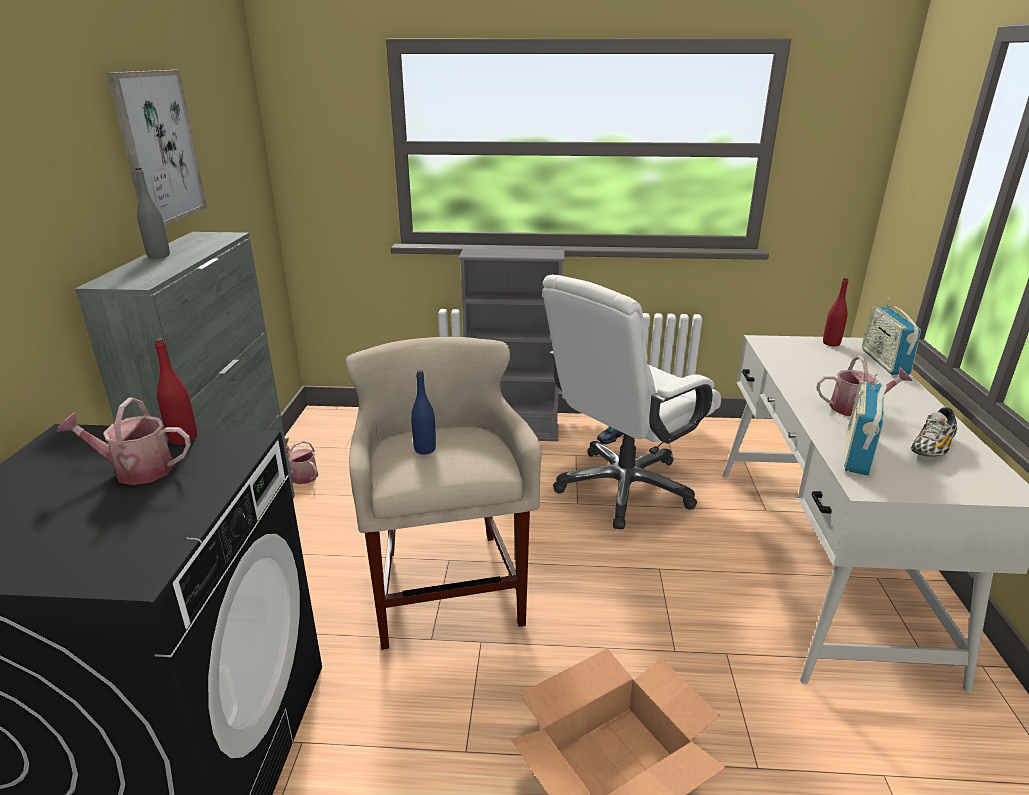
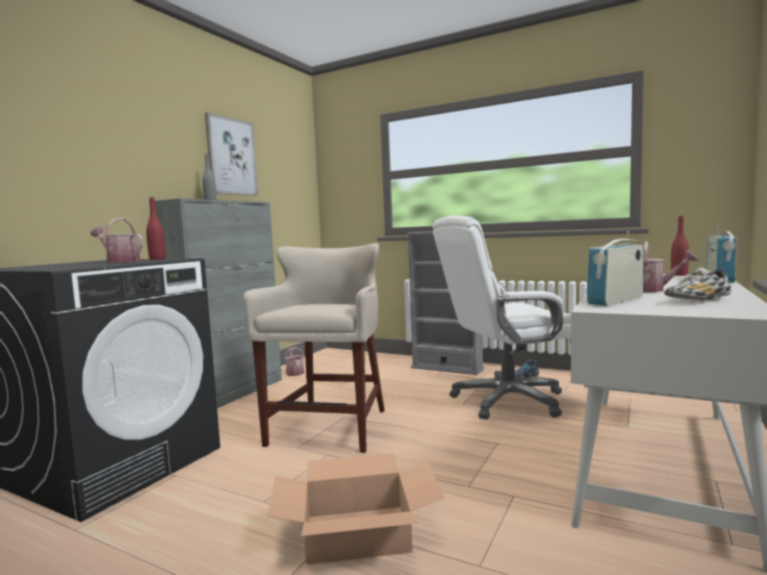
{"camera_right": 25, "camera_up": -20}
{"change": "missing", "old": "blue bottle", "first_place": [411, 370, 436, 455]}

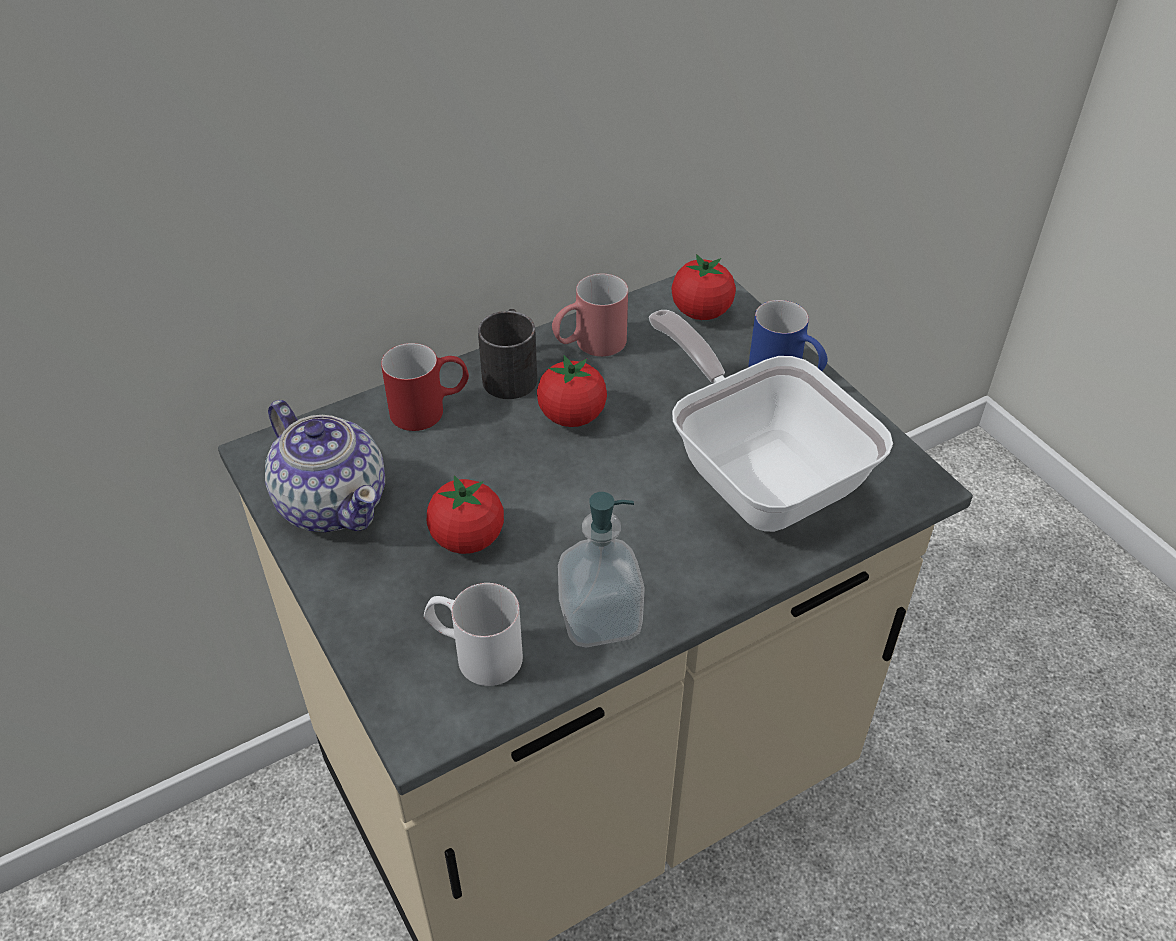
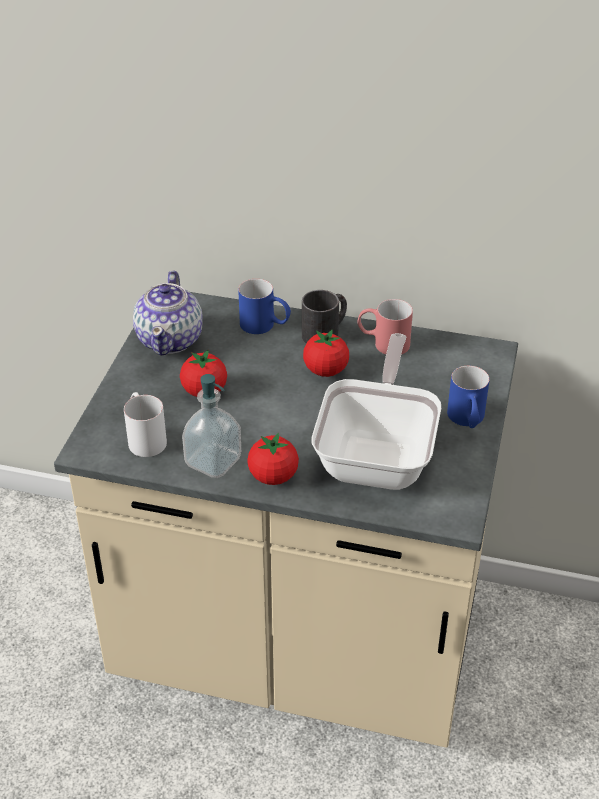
{"camera_right": 45, "camera_up": -5}
{"change": "relocated", "old": "tomato", "first_place": [672, 254, 736, 320], "second_place": [247, 433, 299, 485]}
{"change": "colour", "old": "red mug", "new": "blue mug", "first_place": [381, 343, 469, 431], "second_place": [238, 279, 291, 334]}

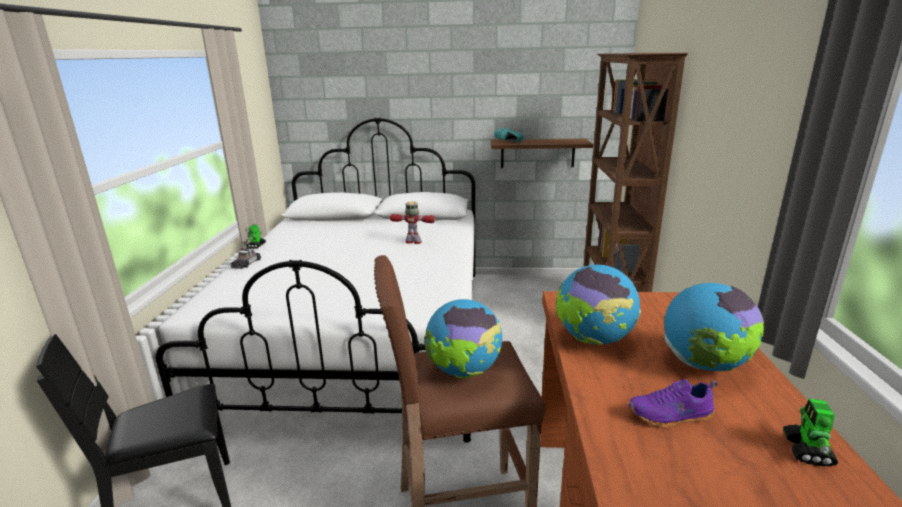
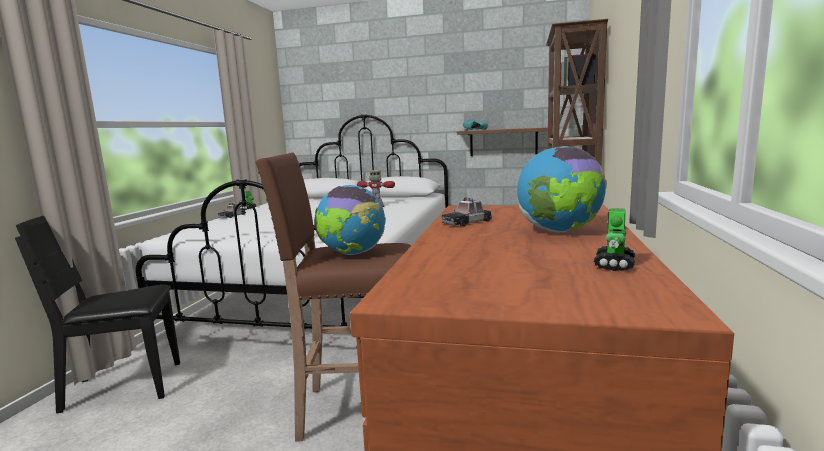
{"camera_right": 10, "camera_up": -10}
{"change": "exchanged", "old": "globe", "new": "toy car", "first_place": [556, 265, 641, 345], "second_place": [441, 198, 492, 226]}
{"change": "missing", "old": "purple shoe", "first_place": [629, 379, 717, 428]}

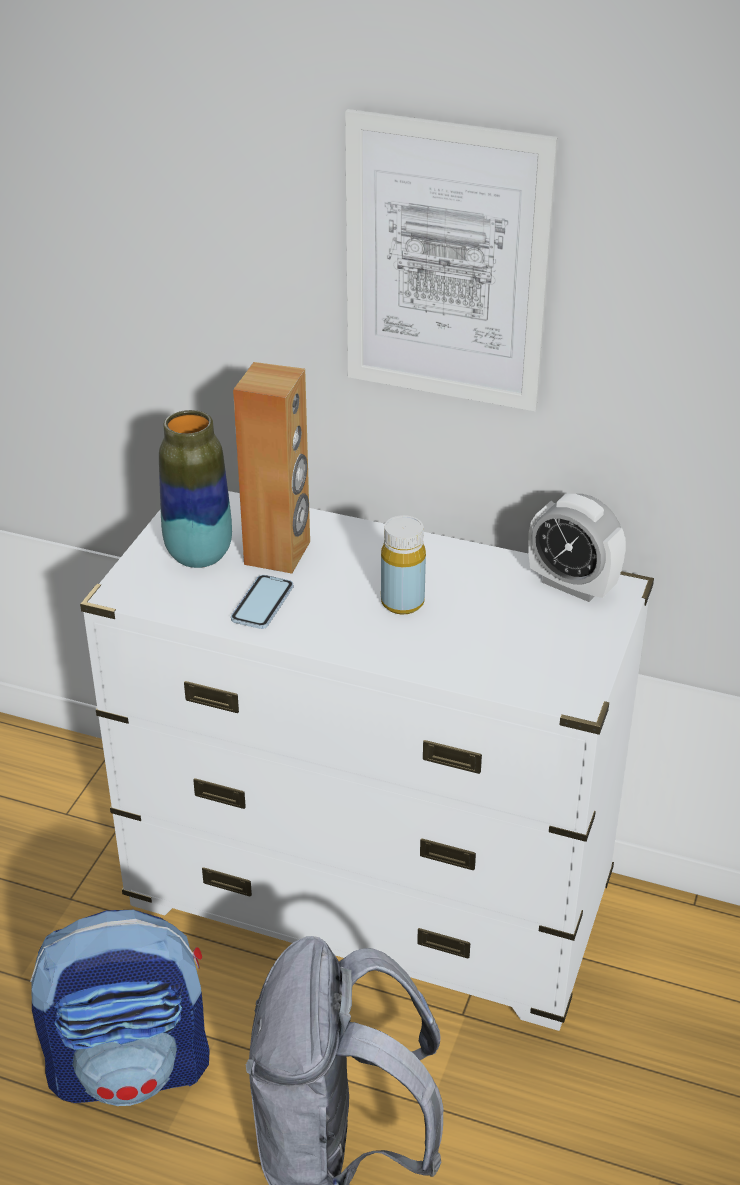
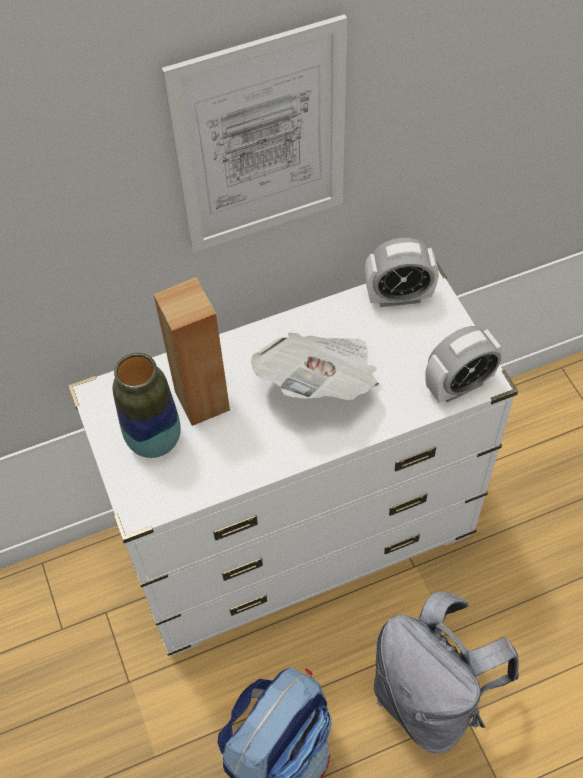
{"camera_right": -40, "camera_up": 20}
{"change": "exchanged", "old": "yellow bottle", "new": "newspaper", "first_place": [381, 515, 426, 614], "second_place": [251, 332, 379, 400]}
{"change": "missing", "old": "phone", "first_place": [231, 575, 293, 629]}
{"change": "appeared", "new": "alarm clock", "second_place": [425, 326, 503, 403]}

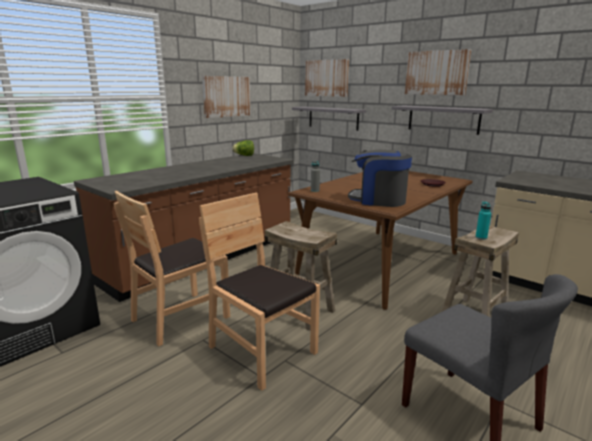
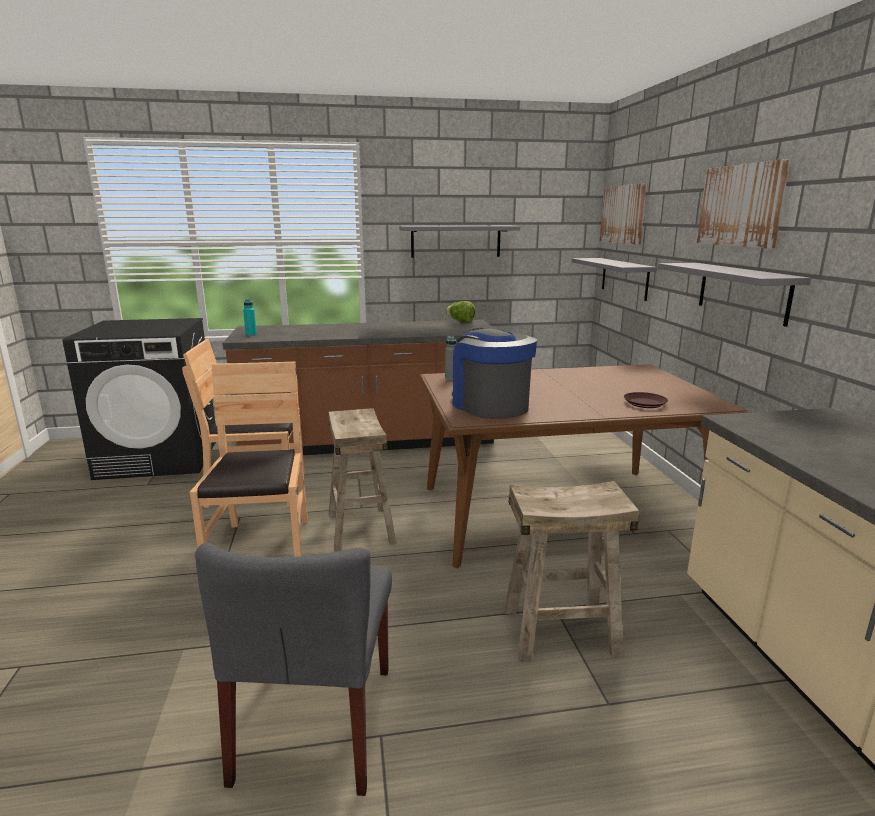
{"camera_right": 40, "camera_up": 0}
{"change": "exchanged", "old": "picture", "new": "grey shelf", "first_place": [202, 76, 251, 118], "second_place": [399, 226, 520, 258]}
{"change": "relocated", "old": "turquoise bottle", "first_place": [475, 201, 491, 240], "second_place": [243, 298, 257, 336]}

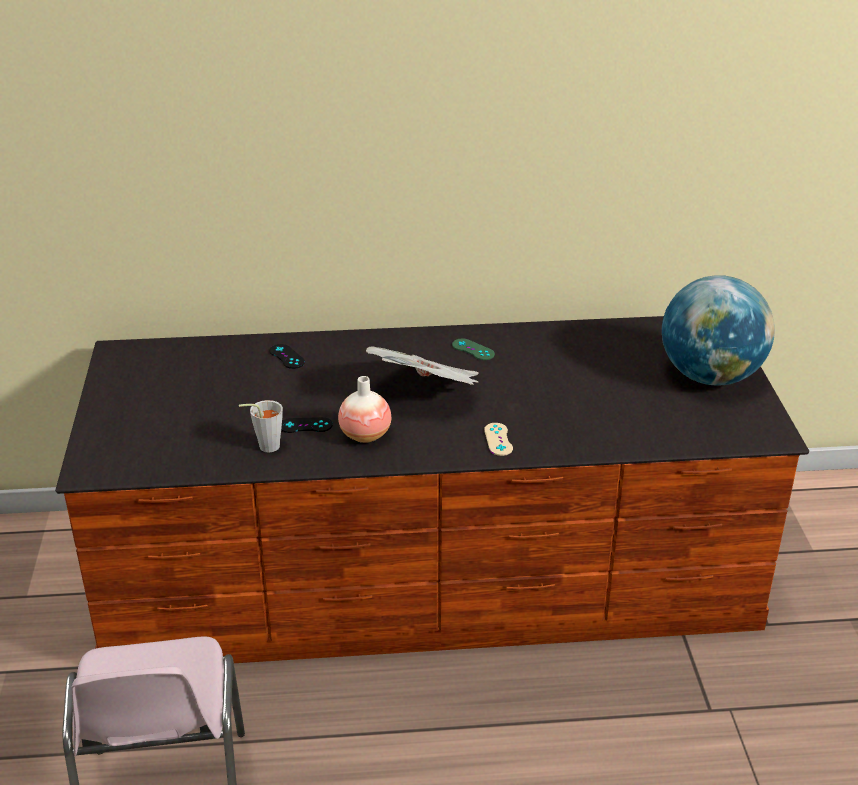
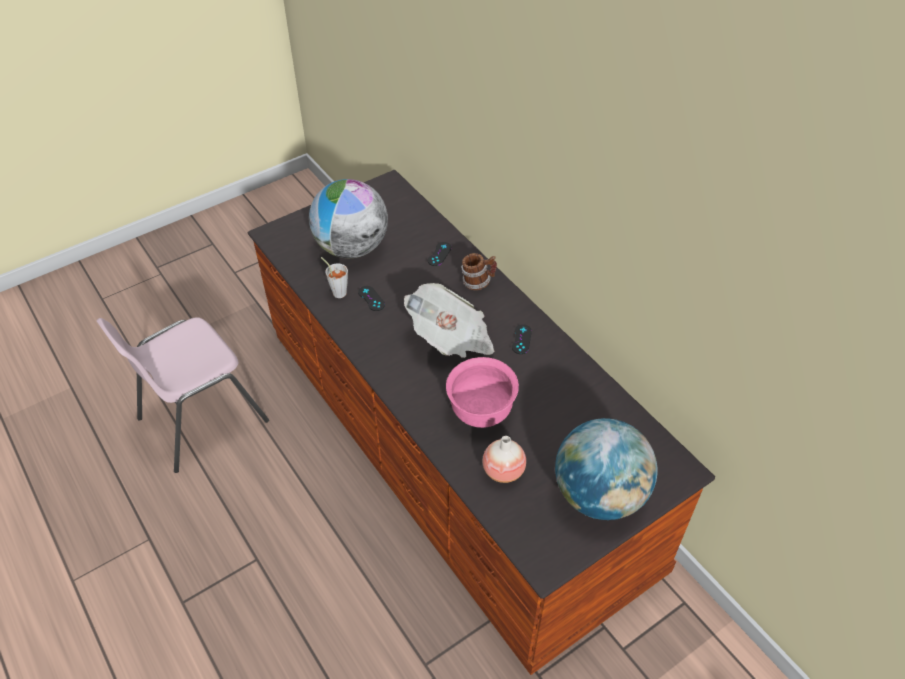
{"camera_right": 60, "camera_up": 15}
{"change": "colour", "old": "green game controller", "new": "black game controller", "first_place": [452, 339, 495, 360], "second_place": [512, 324, 532, 354]}
{"change": "relocated", "old": "vase", "first_place": [338, 376, 391, 443], "second_place": [483, 436, 526, 483]}
{"change": "missing", "old": "beige game controller", "first_place": [484, 423, 513, 456]}
{"change": "appeared", "new": "globe", "second_place": [309, 179, 388, 258]}
{"change": "appeared", "new": "mug", "second_place": [461, 253, 497, 290]}
{"change": "appeared", "new": "pink bowl", "second_place": [446, 357, 519, 428]}

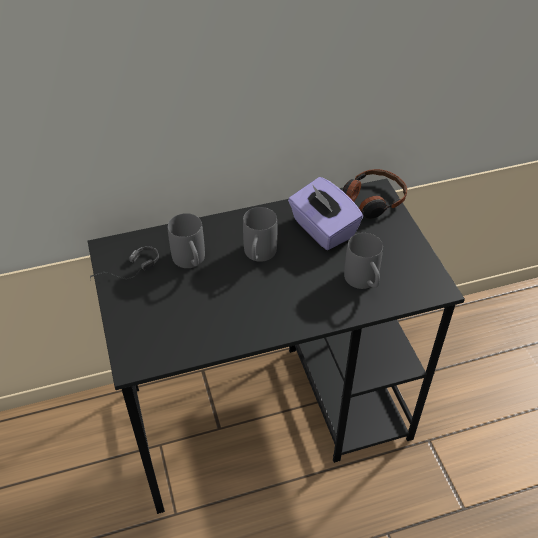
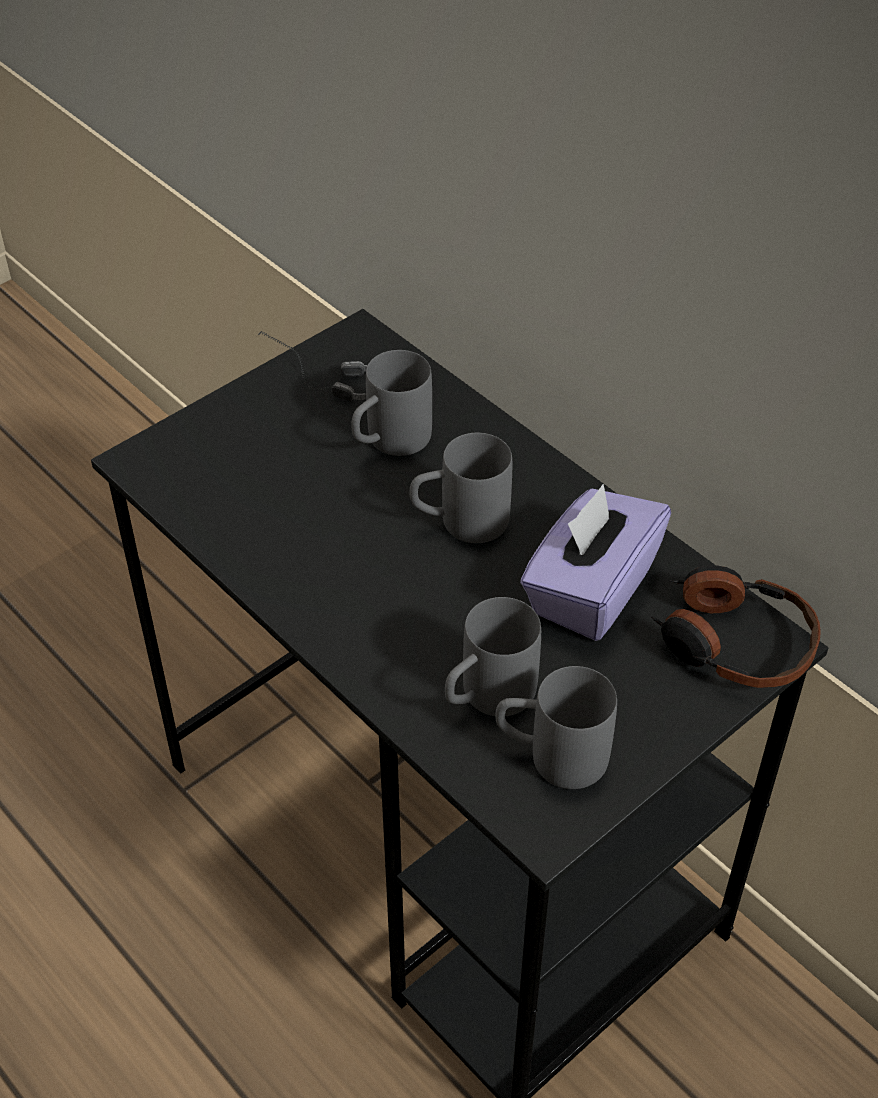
{"camera_right": 65, "camera_up": 0}
{"change": "appeared", "new": "grey mug", "second_place": [495, 666, 617, 789]}

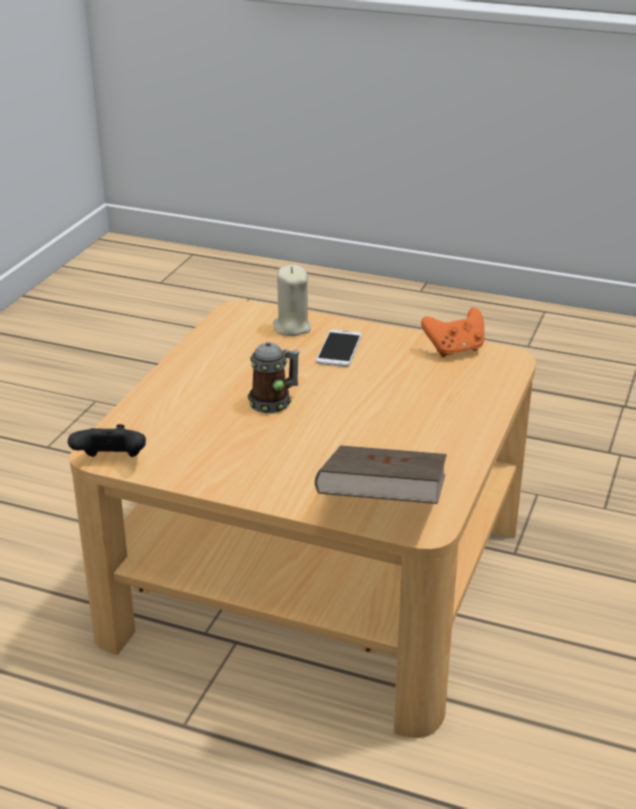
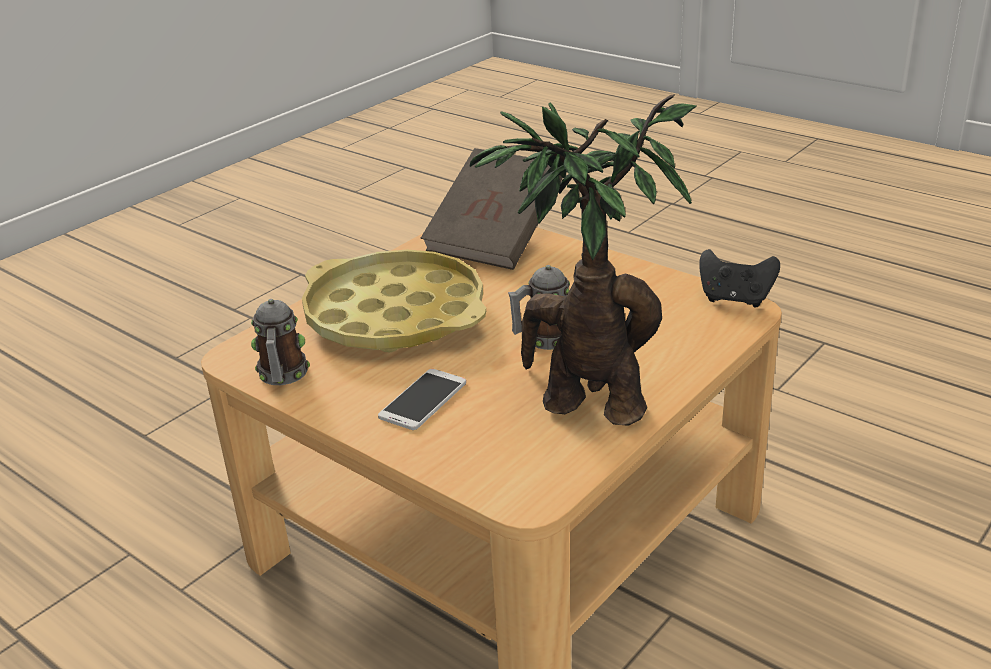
{"camera_right": -160, "camera_up": 0}
{"change": "missing", "old": "beige candle", "first_place": [273, 265, 311, 336]}
{"change": "exchanged", "old": "orange game controller", "new": "mug", "first_place": [421, 307, 484, 357], "second_place": [251, 299, 310, 385]}
{"change": "appeared", "new": "potted plant", "second_place": [470, 94, 697, 426]}
{"change": "appeared", "new": "yellow tray", "second_place": [302, 250, 486, 352]}

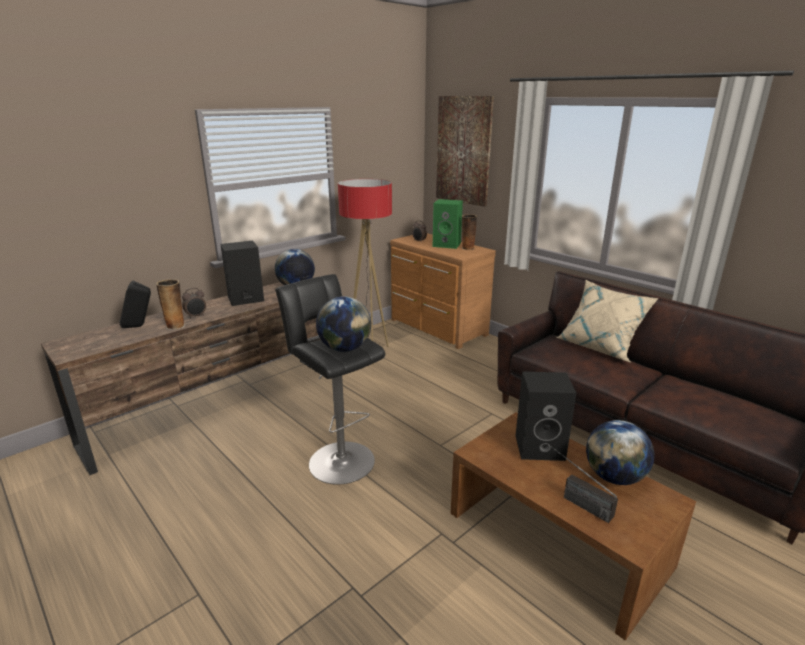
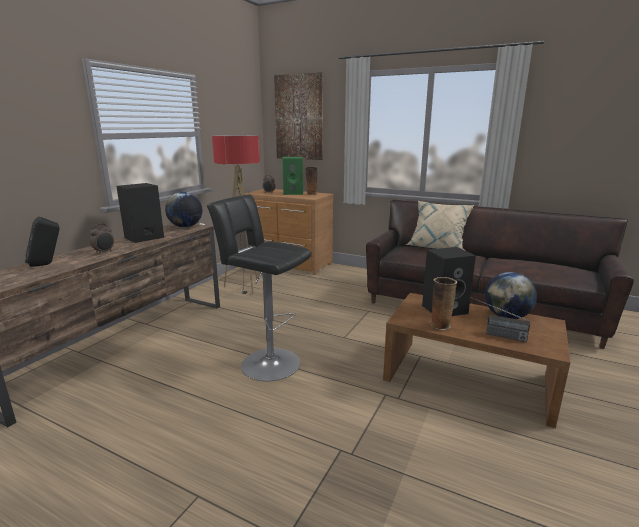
{"camera_right": -20, "camera_up": -5}
{"change": "relocated", "old": "vase", "first_place": [156, 279, 185, 330], "second_place": [431, 277, 457, 330]}
{"change": "missing", "old": "globe", "first_place": [316, 296, 371, 352]}

